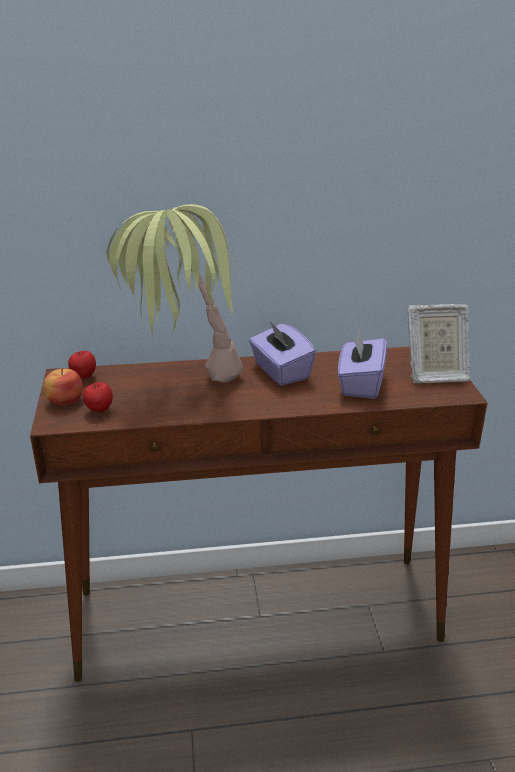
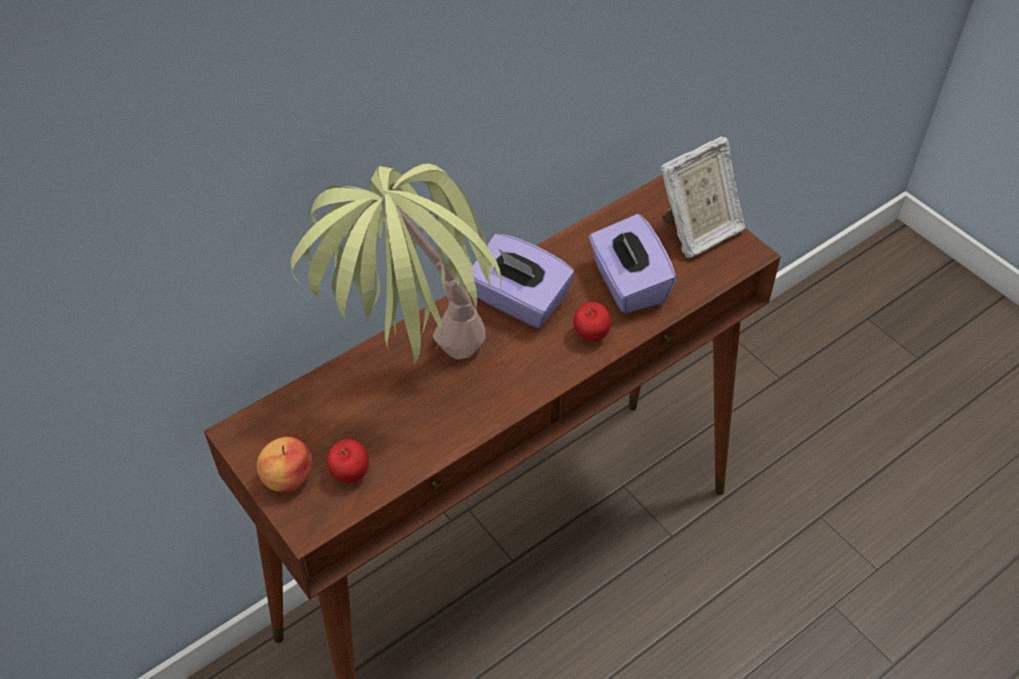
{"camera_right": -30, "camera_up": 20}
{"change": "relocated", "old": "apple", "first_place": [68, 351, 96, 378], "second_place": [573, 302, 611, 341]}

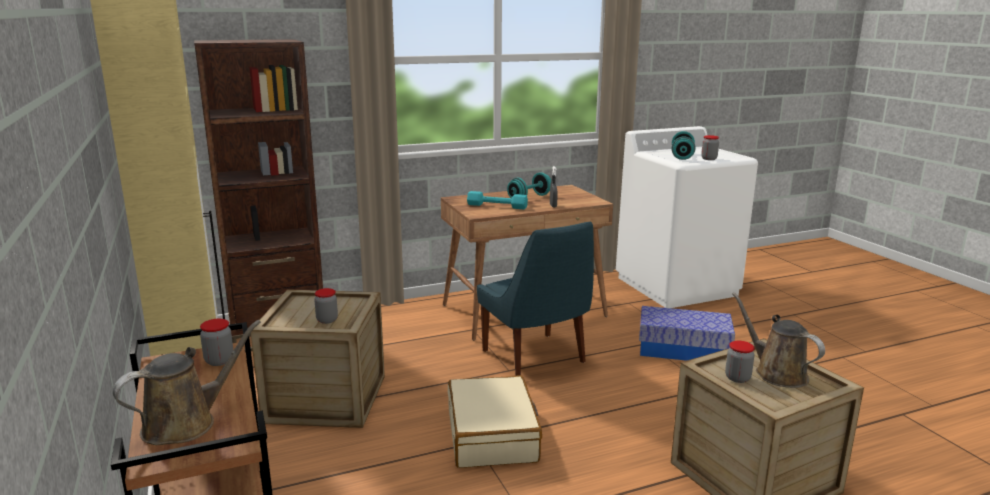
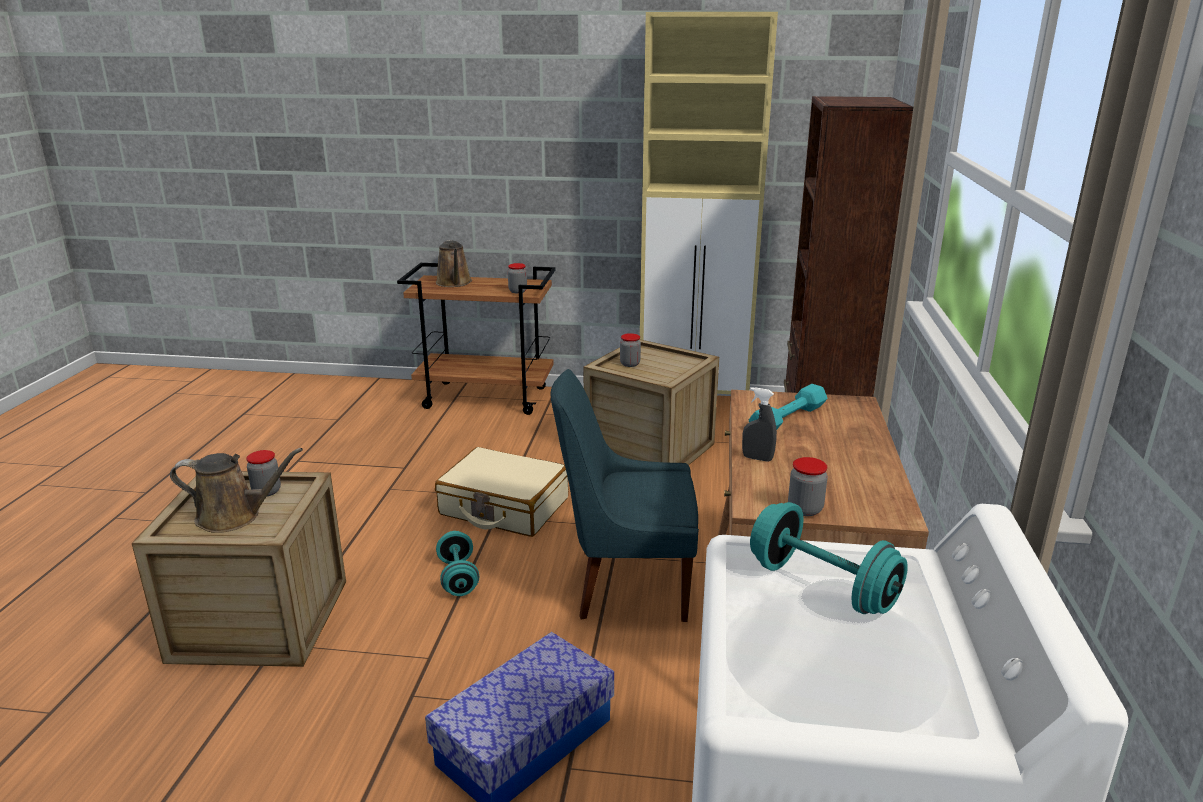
{"camera_right": 120, "camera_up": 5}
{"change": "relocated", "old": "jar", "first_place": [701, 135, 719, 160], "second_place": [788, 457, 828, 516]}
{"change": "relocated", "old": "turquoise dumbbell", "first_place": [507, 172, 551, 198], "second_place": [436, 531, 479, 596]}

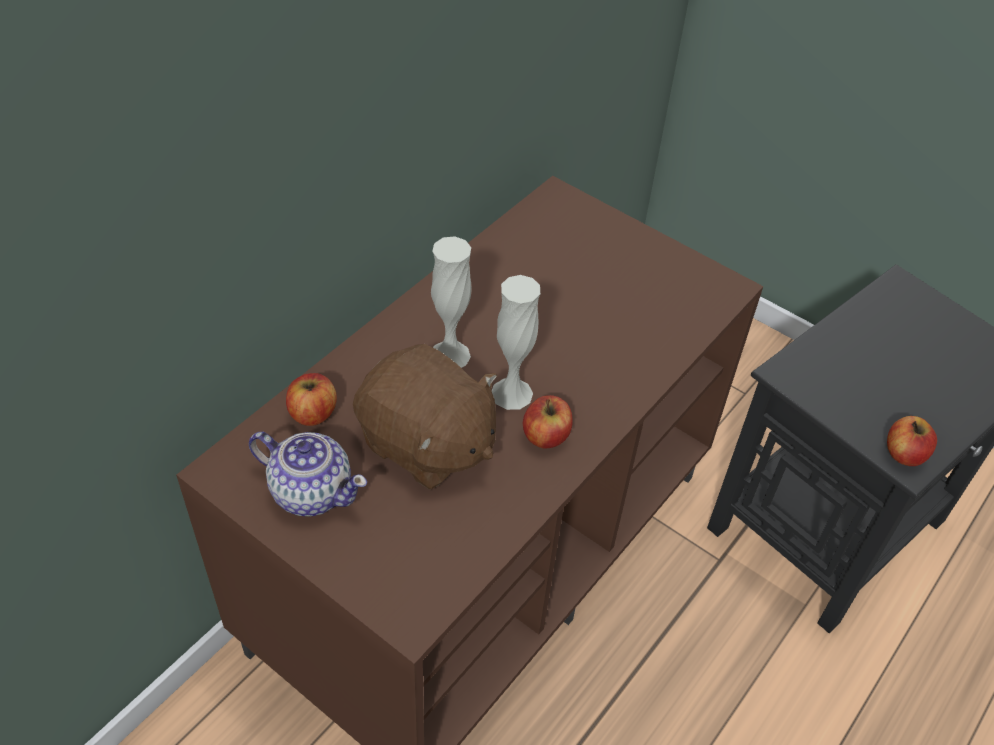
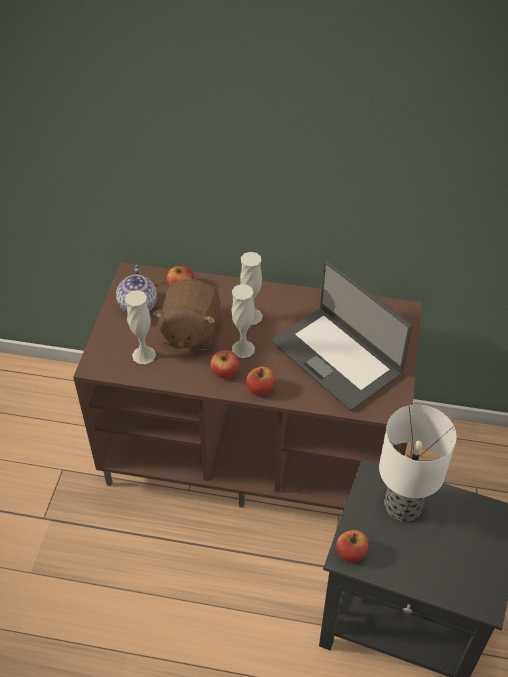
{"camera_right": 65, "camera_up": 0}
{"change": "appeared", "new": "laptop", "second_place": [272, 260, 413, 411]}
{"change": "appeared", "new": "white vase", "second_place": [125, 290, 156, 364]}
{"change": "appeared", "new": "apple", "second_place": [246, 367, 275, 396]}
{"change": "appeared", "new": "table lamp", "second_place": [379, 405, 456, 521]}

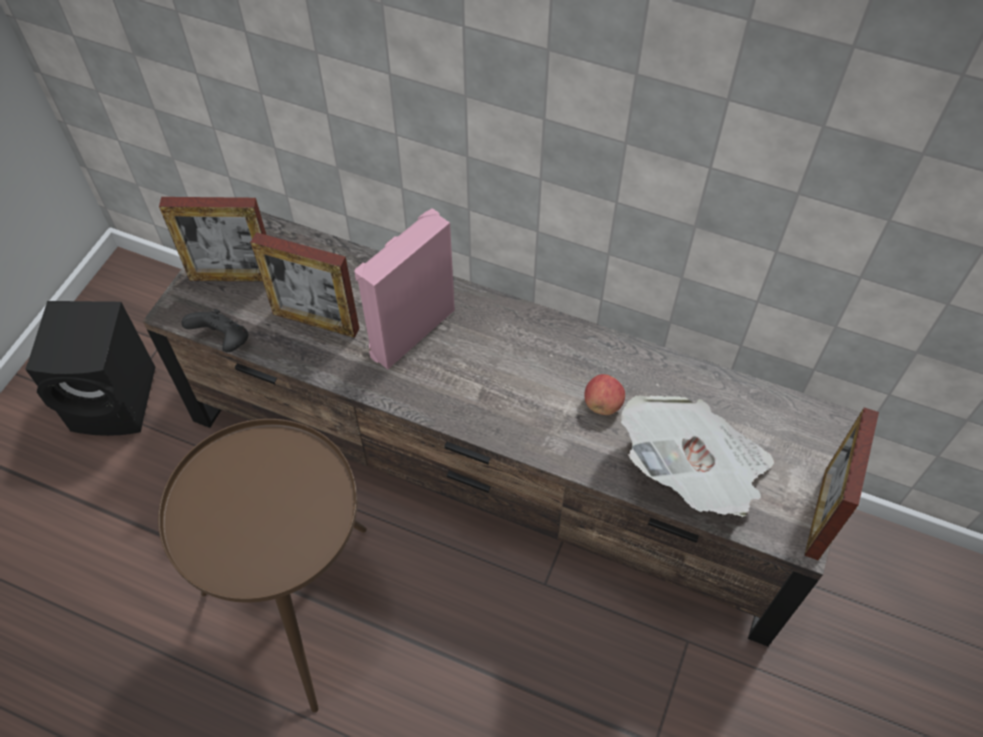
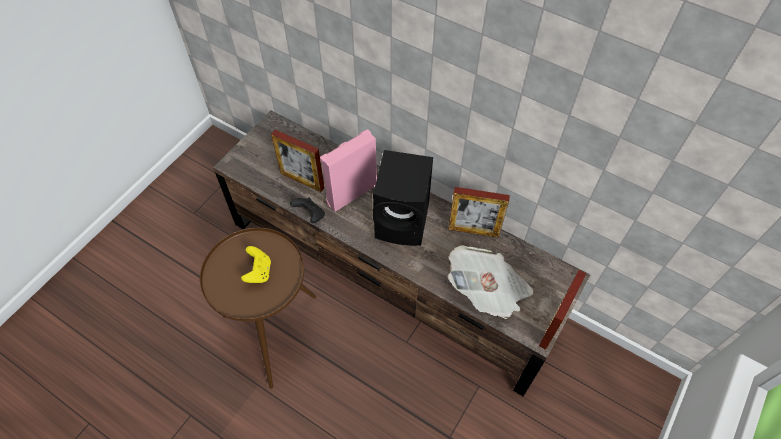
{"camera_right": 10, "camera_up": 0}
{"change": "relocated", "old": "picture frame", "first_place": [159, 197, 267, 282], "second_place": [448, 187, 510, 238]}
{"change": "relocated", "old": "black speaker", "first_place": [25, 301, 155, 436], "second_place": [373, 150, 433, 246]}
{"change": "relocated", "old": "black game controller", "first_place": [181, 309, 248, 353], "second_place": [290, 197, 325, 223]}
{"change": "missing", "old": "apple", "first_place": [584, 374, 625, 415]}
{"change": "appeared", "new": "yellow game controller", "second_place": [241, 246, 271, 283]}

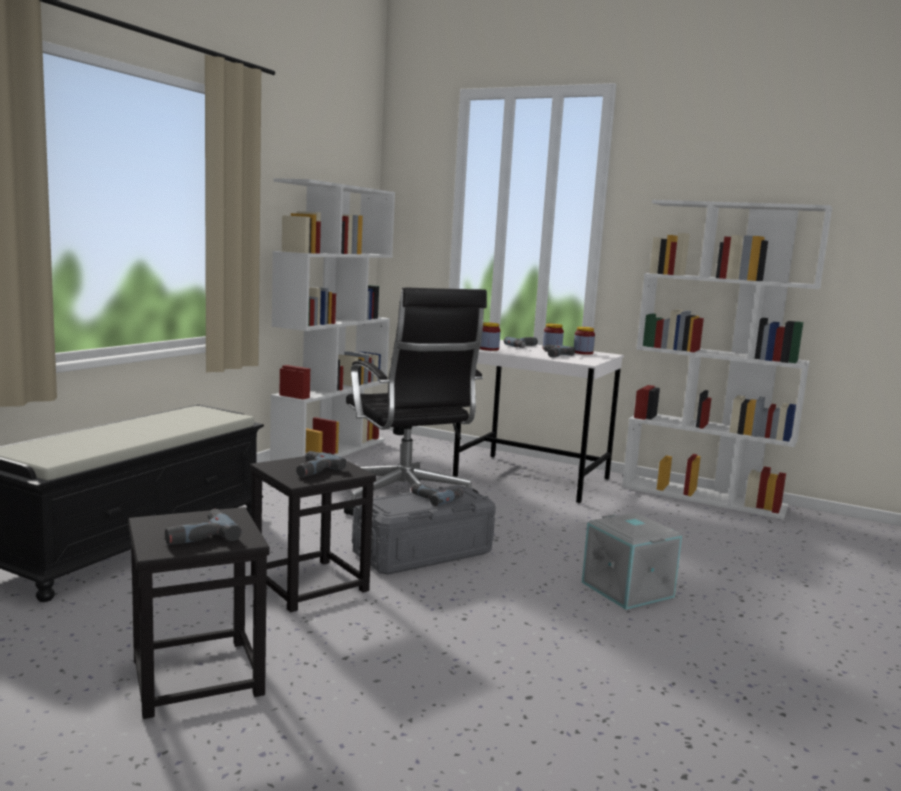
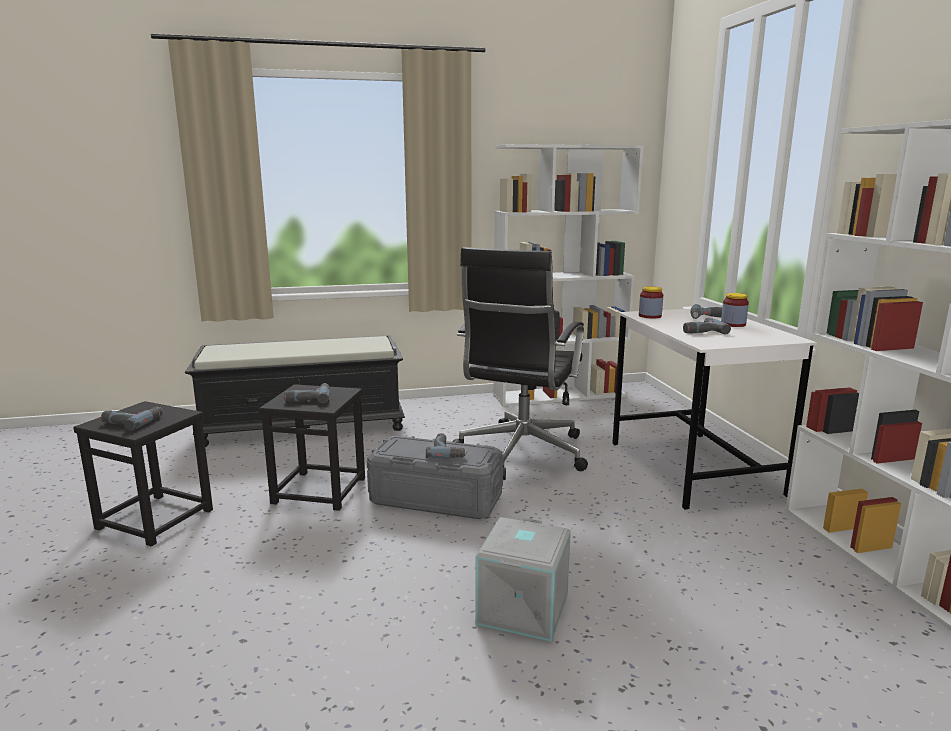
{"camera_right": 50, "camera_up": 5}
{"change": "missing", "old": "jar", "first_place": [574, 327, 595, 355]}

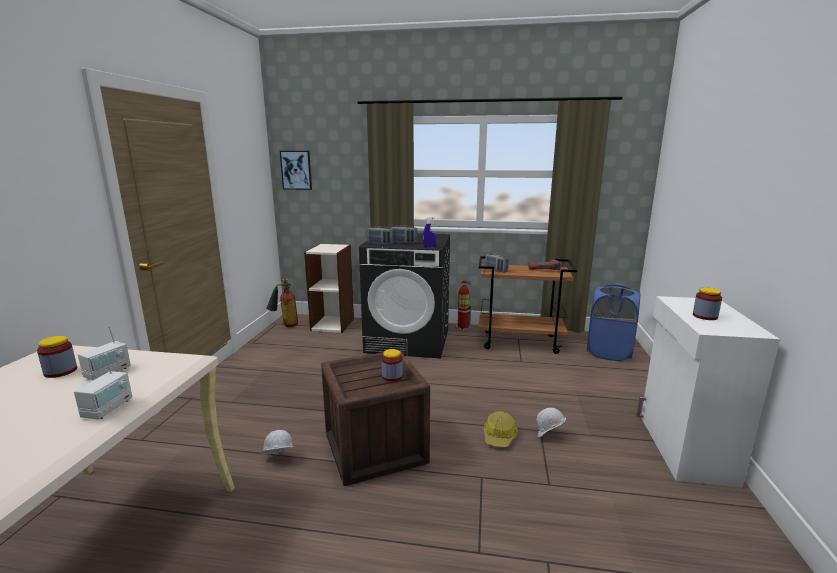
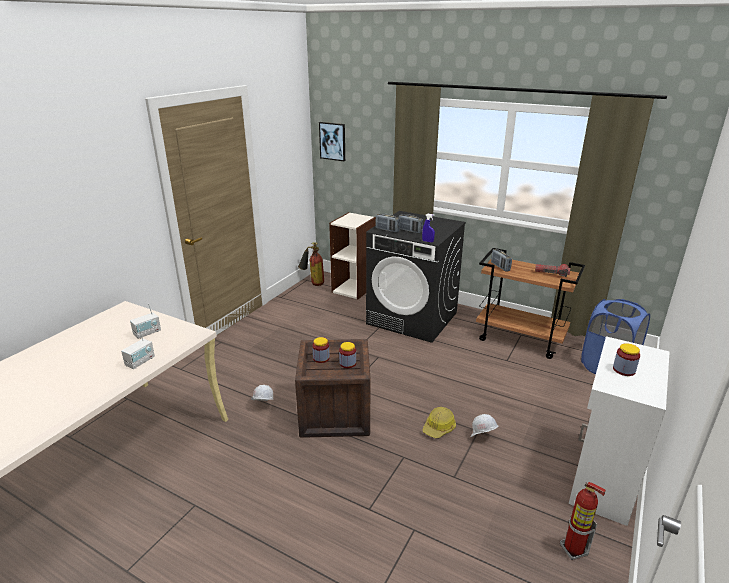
{"camera_right": 20, "camera_up": 10}
{"change": "relocated", "old": "fire extinguisher", "first_place": [455, 281, 472, 331], "second_place": [560, 482, 606, 560]}
{"change": "relocated", "old": "jar", "first_place": [37, 336, 77, 378], "second_place": [312, 337, 330, 363]}

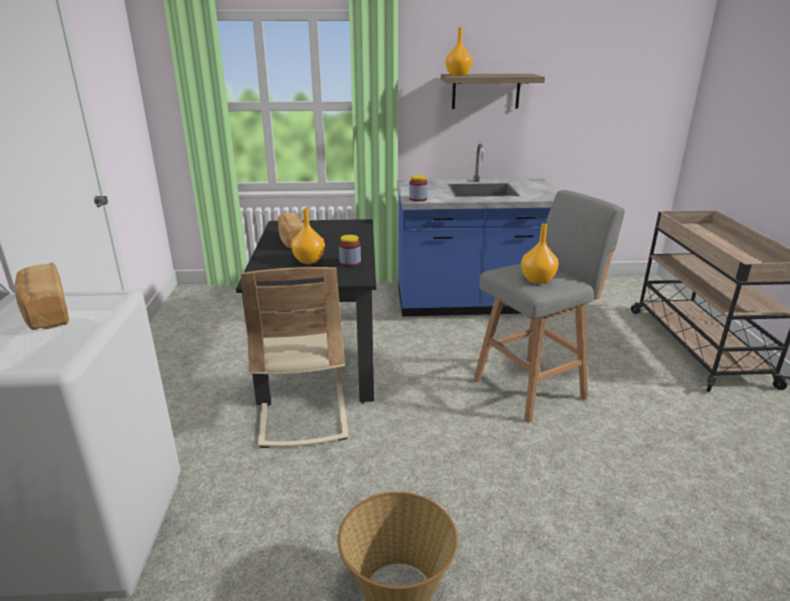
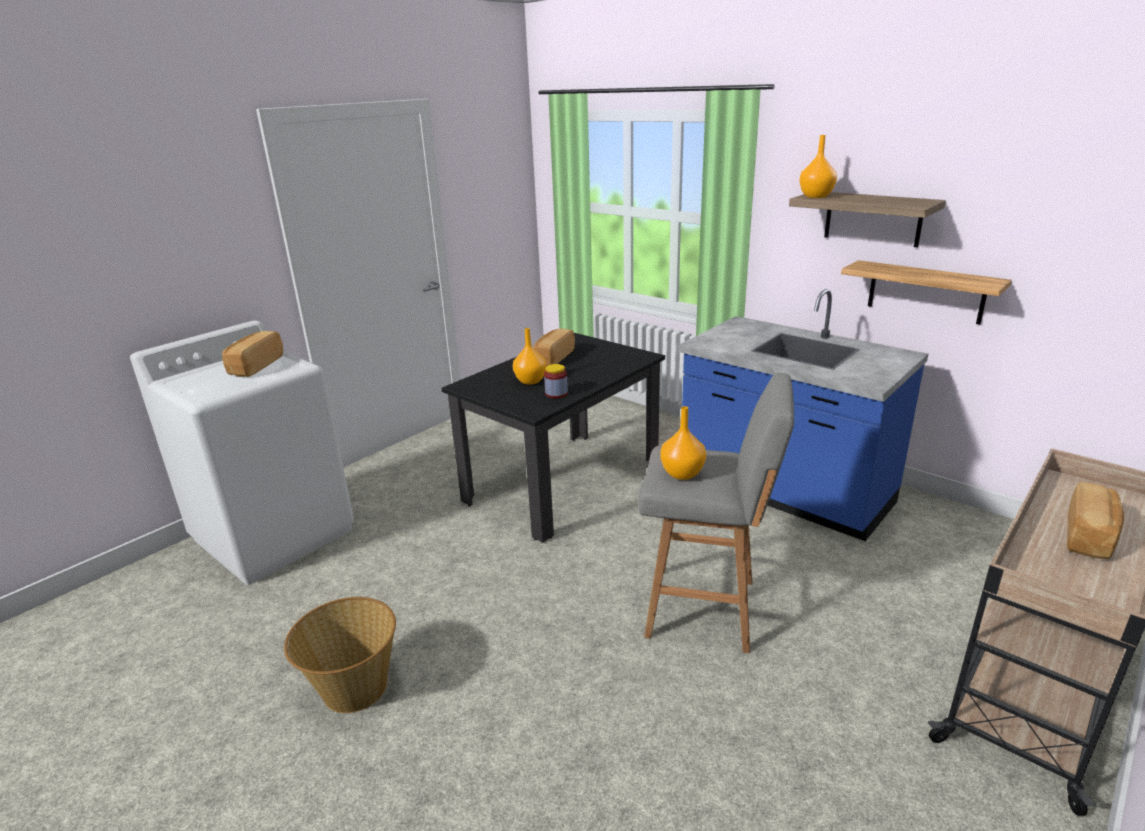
{"camera_right": 45, "camera_up": 0}
{"change": "missing", "old": "jar", "first_place": [409, 175, 428, 202]}
{"change": "missing", "old": "beige chair", "first_place": [241, 267, 349, 448]}
{"change": "appeared", "new": "shelf", "second_place": [841, 260, 1012, 324]}
{"change": "appeared", "new": "bread", "second_place": [1067, 482, 1124, 559]}

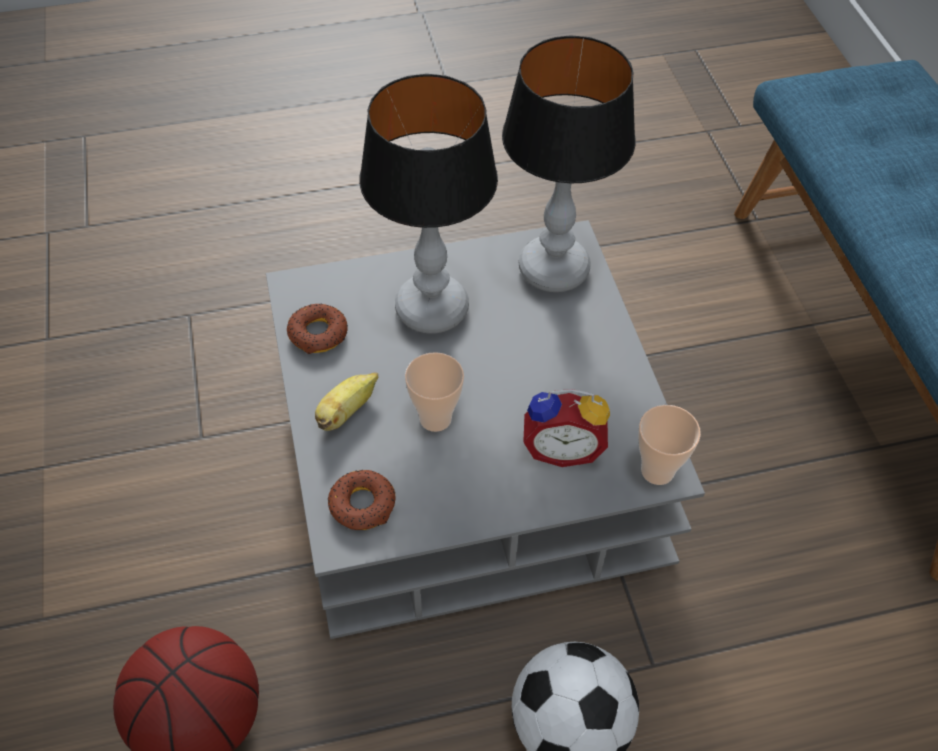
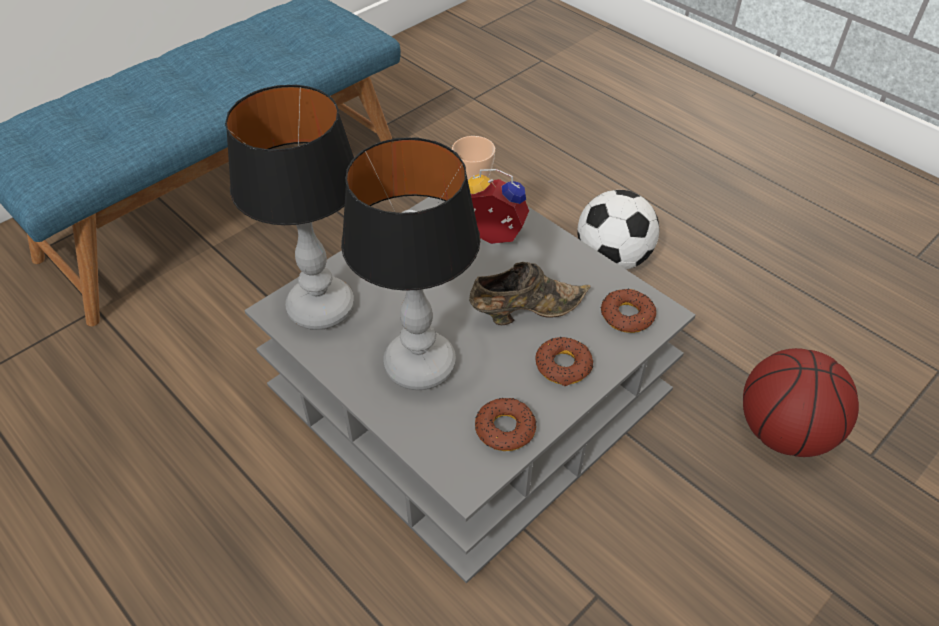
{"camera_right": -120, "camera_up": -5}
{"change": "exchanged", "old": "cup", "new": "brown shoe", "first_place": [405, 352, 464, 432], "second_place": [469, 262, 591, 325]}
{"change": "exchanged", "old": "banana", "new": "donut", "first_place": [315, 372, 378, 431], "second_place": [535, 337, 593, 386]}
{"change": "spun", "old": "alarm clock", "first_place": [523, 389, 610, 467], "second_place": [468, 169, 529, 244], "degrees": -45}

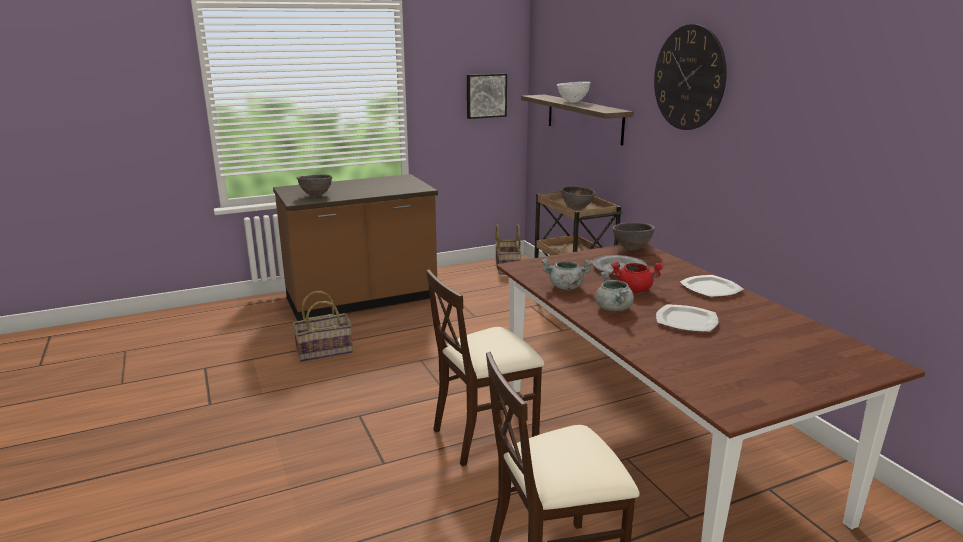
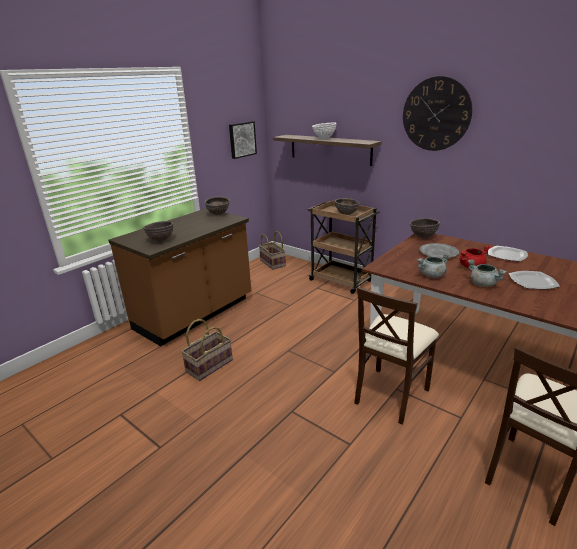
{"camera_right": -25, "camera_up": 5}
{"change": "appeared", "new": "brown bowl", "second_place": [204, 196, 230, 215]}

